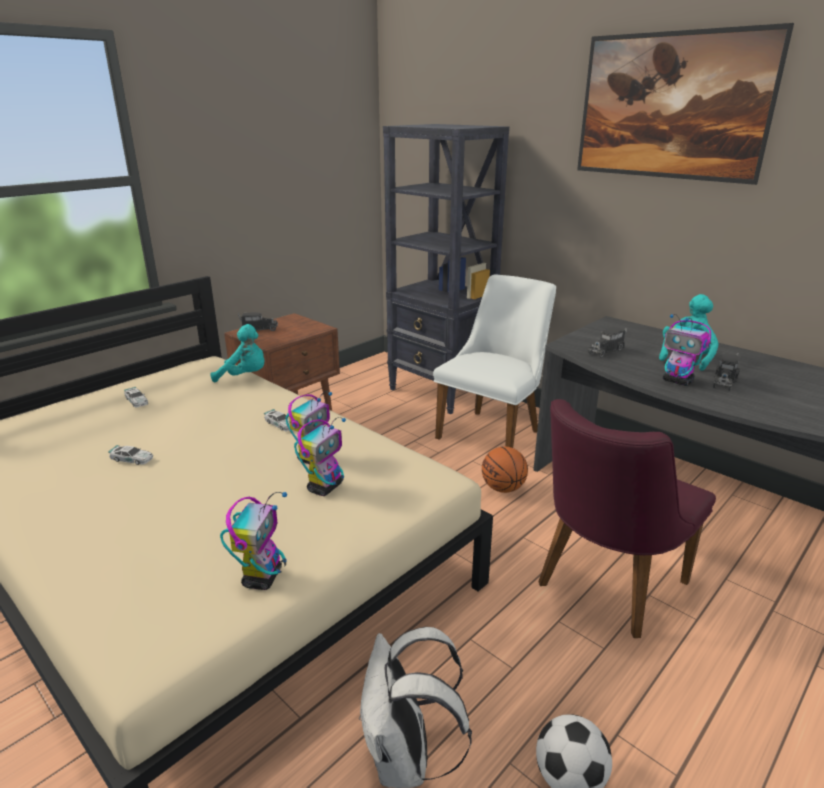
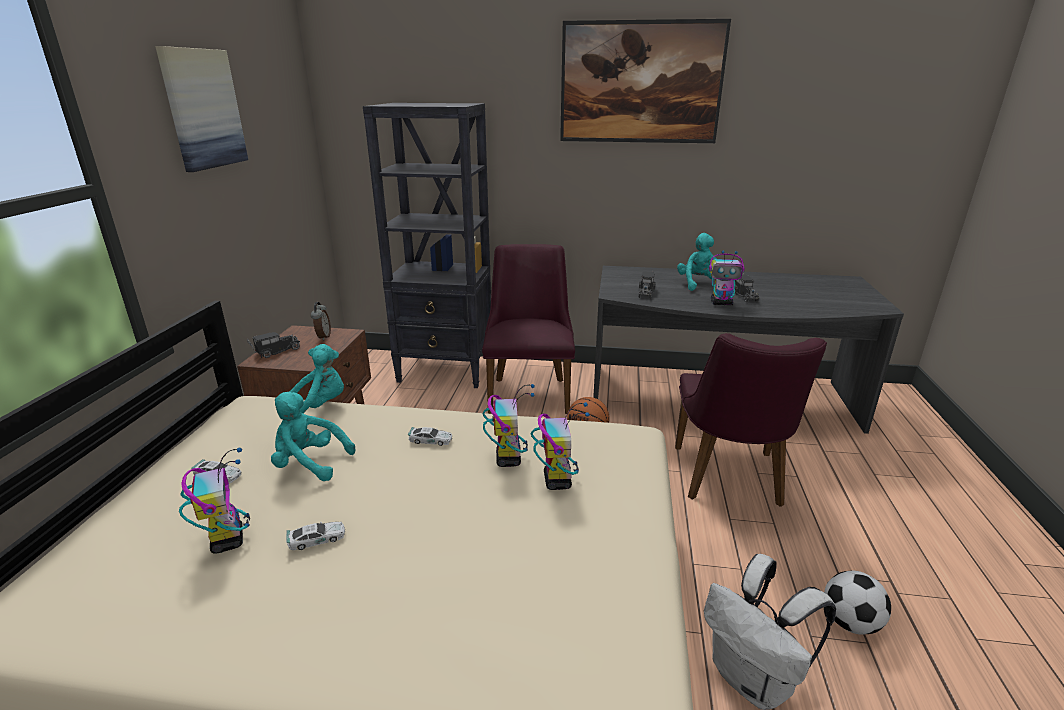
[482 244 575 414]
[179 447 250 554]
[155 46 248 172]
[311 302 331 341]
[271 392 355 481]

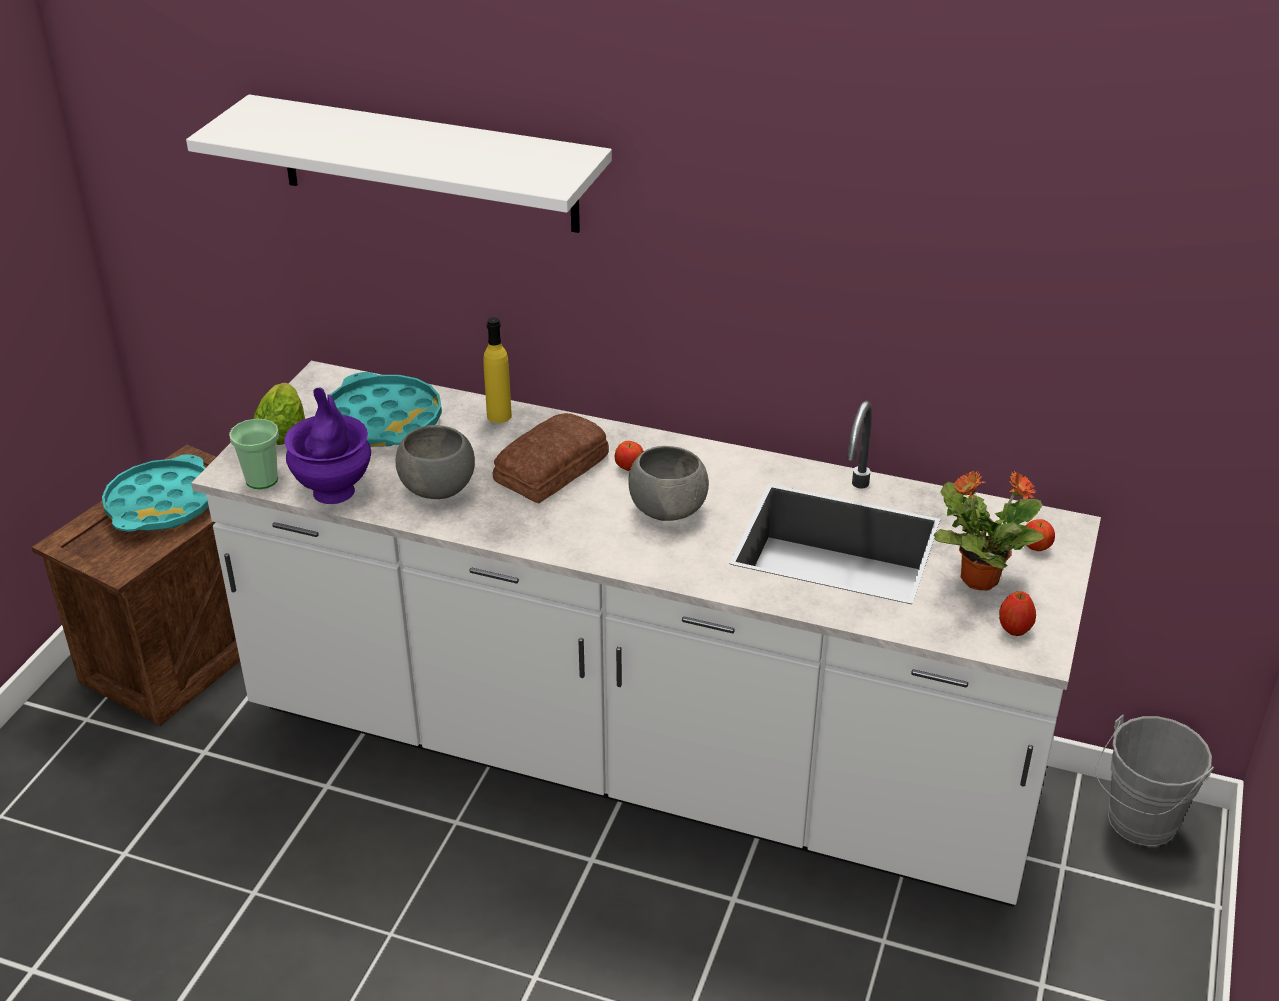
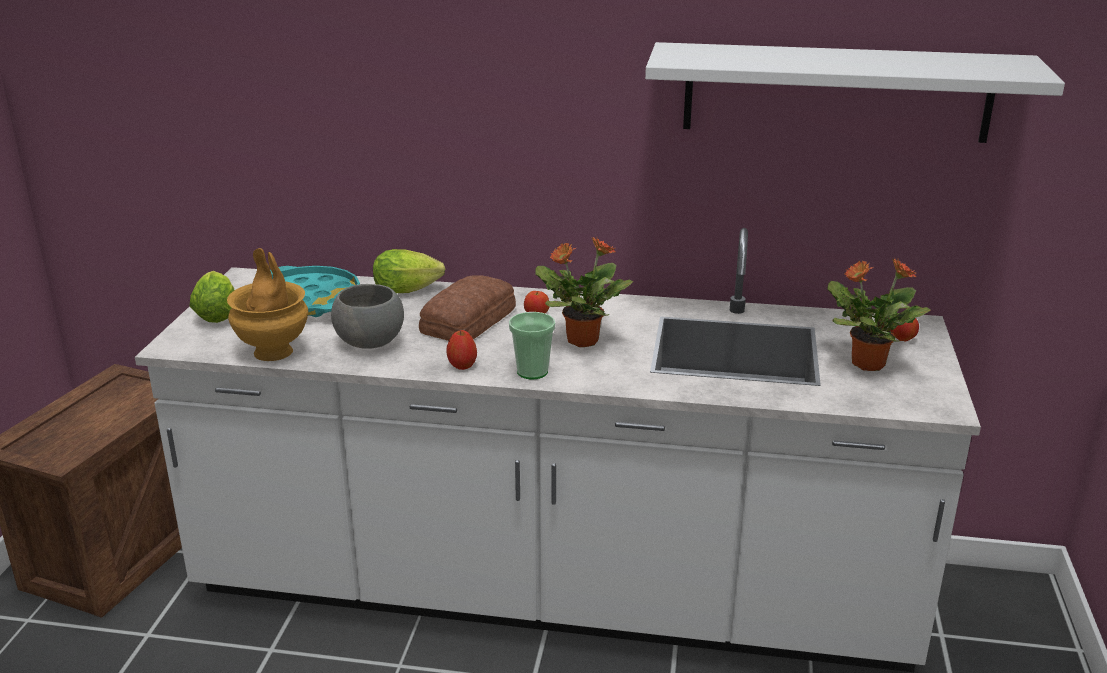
[645 42 1065 143]
[373 249 445 293]
[227 248 308 361]
[509 312 555 379]
[535 236 633 347]
[102 454 208 532] (first image)
[447 330 477 370]
[1095 715 1214 846] (first image)

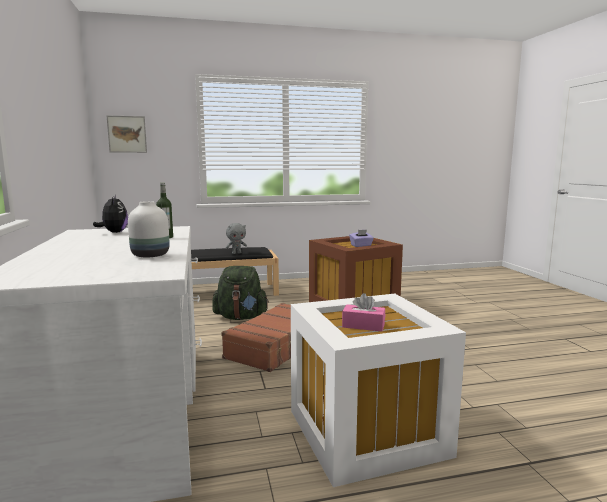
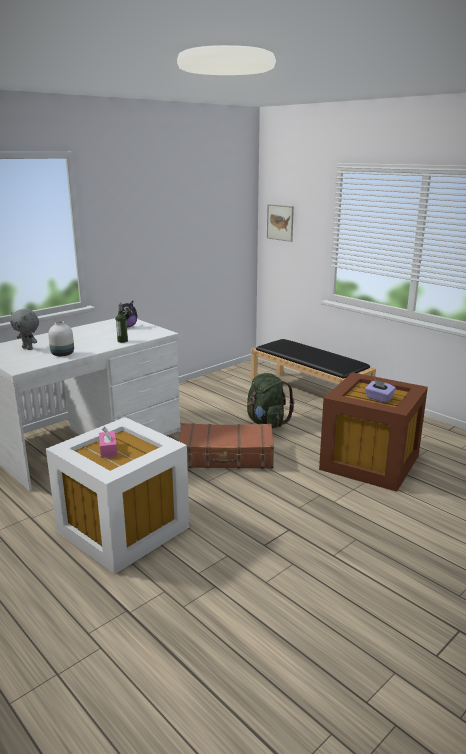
[10 309 39 350]

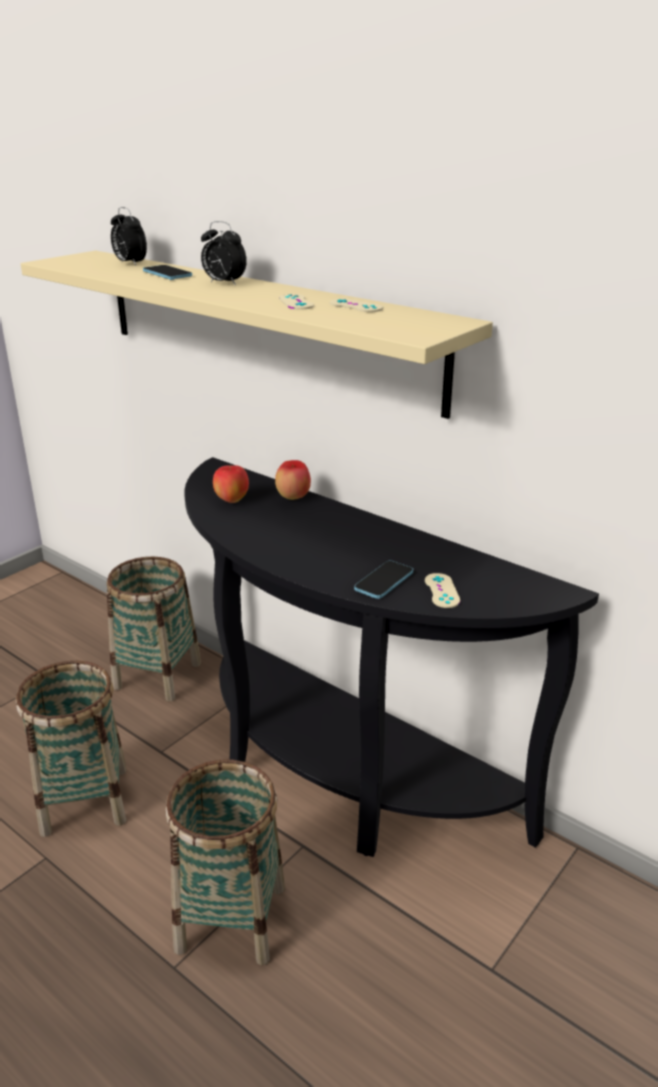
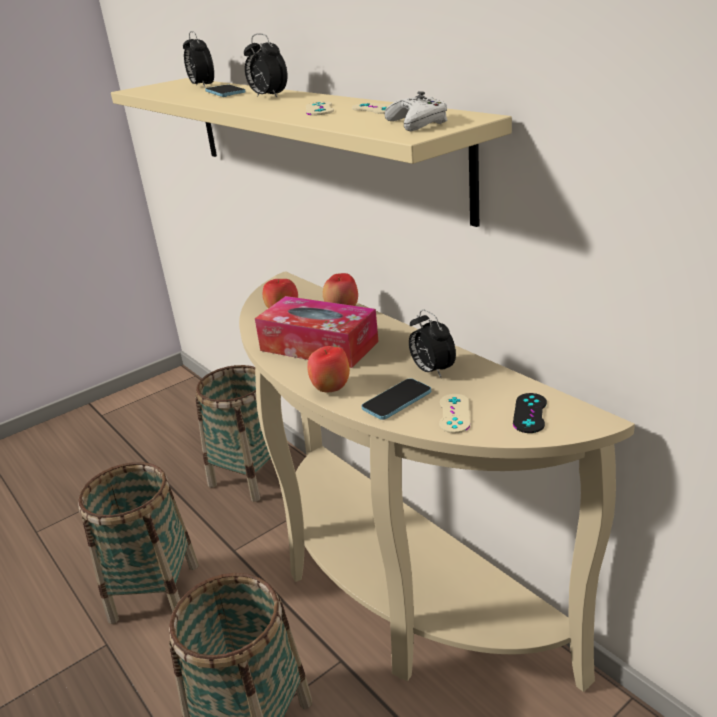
[239 271 635 692]
[385 91 448 131]
[255 296 379 368]
[409 309 456 378]
[307 346 350 393]
[513 393 547 433]

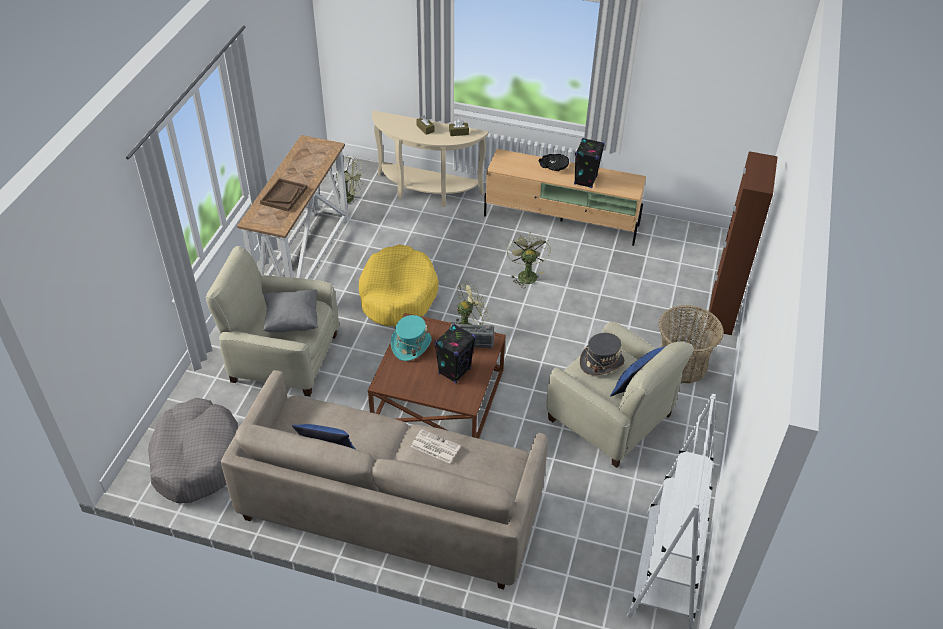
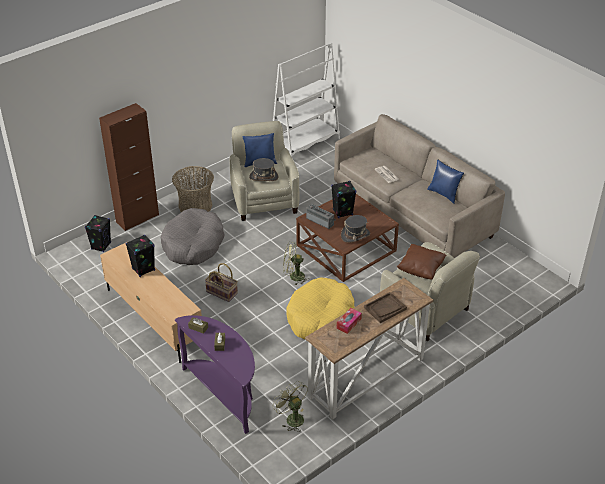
[175 315 255 434]
[538 154 569 171] (first image)
[205 263 238 302]
[397 244 446 280]
[341 215 370 243]
[161 208 225 265]
[85 215 111 252]
[337 308 362 334]

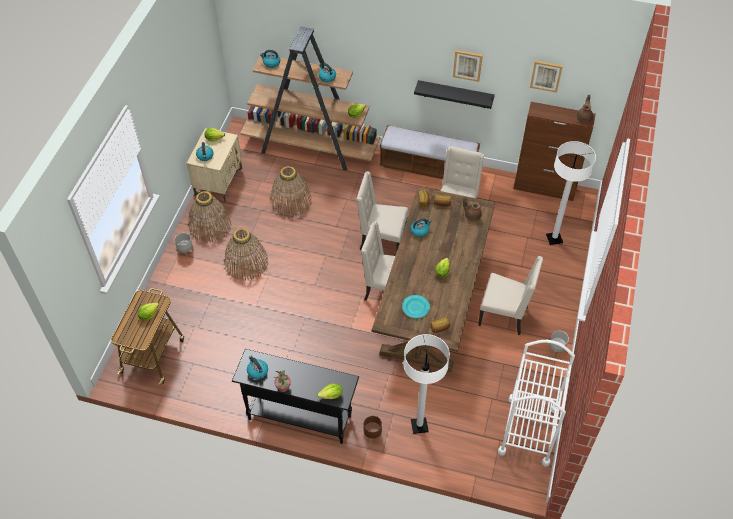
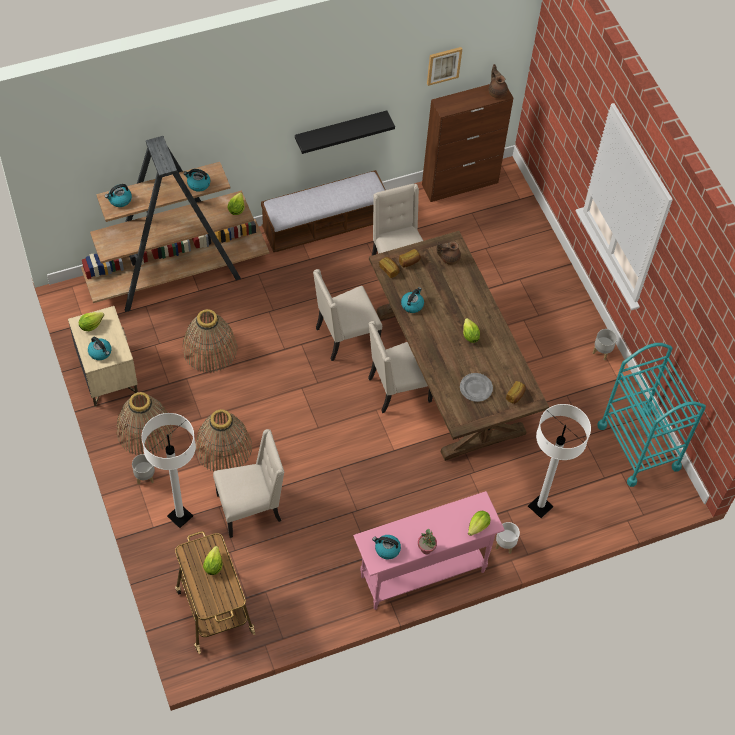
[453 50 483 82] (first image)
[142 413 196 528]
[213 429 284 538]
[460 373 493 402]
[597 343 706 487]
[353 491 505 610]
[496 522 520 554]

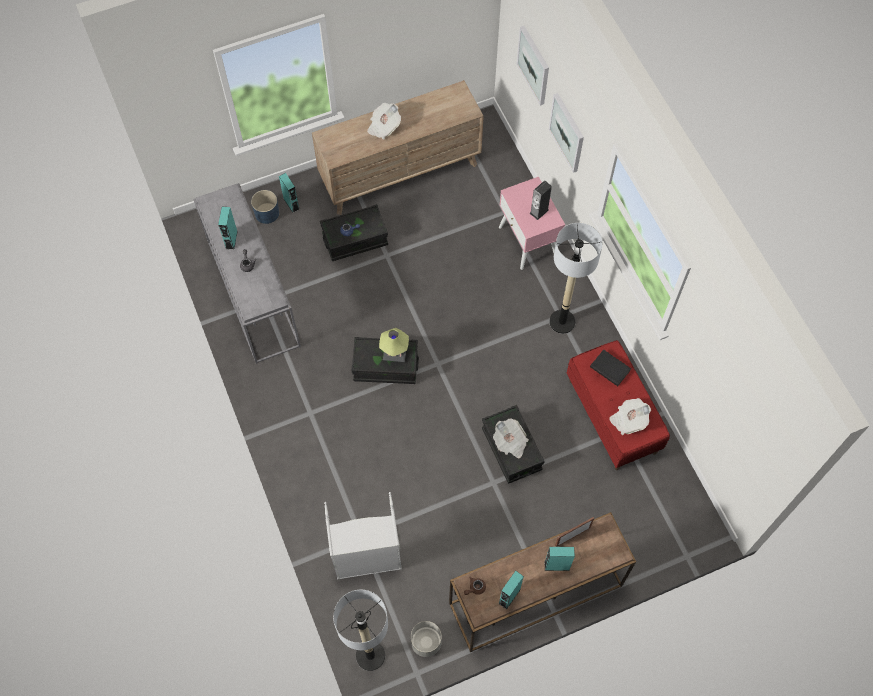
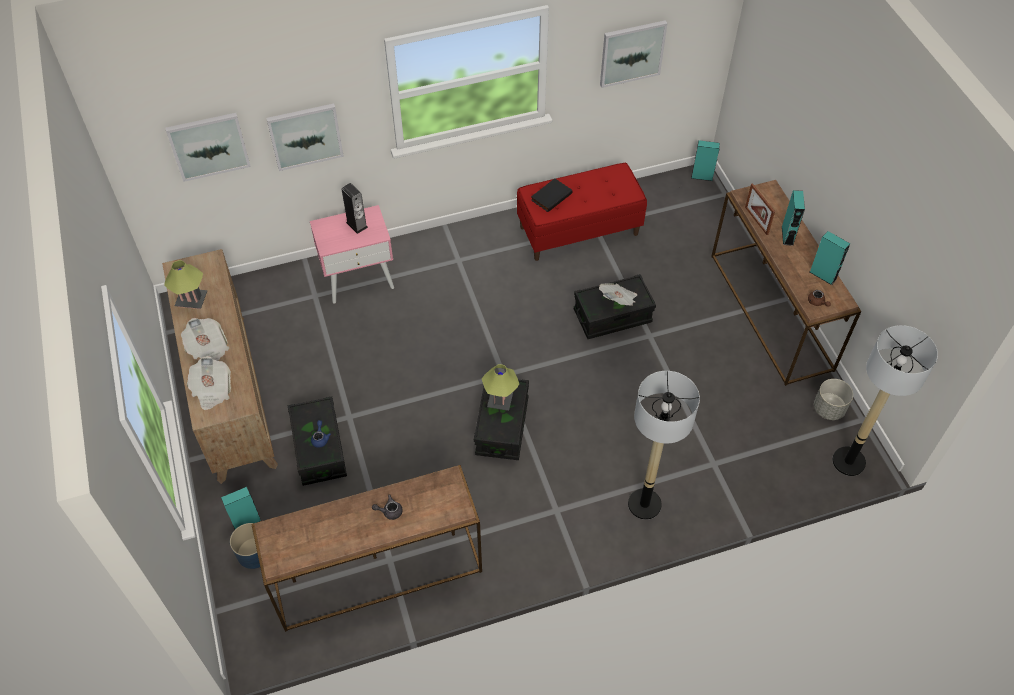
[251 465 482 632]
[691 140 720 181]
[628 371 700 520]
[187 356 231 410]
[324 492 402 579] (first image)
[600 20 668 88]
[164 260 207 309]

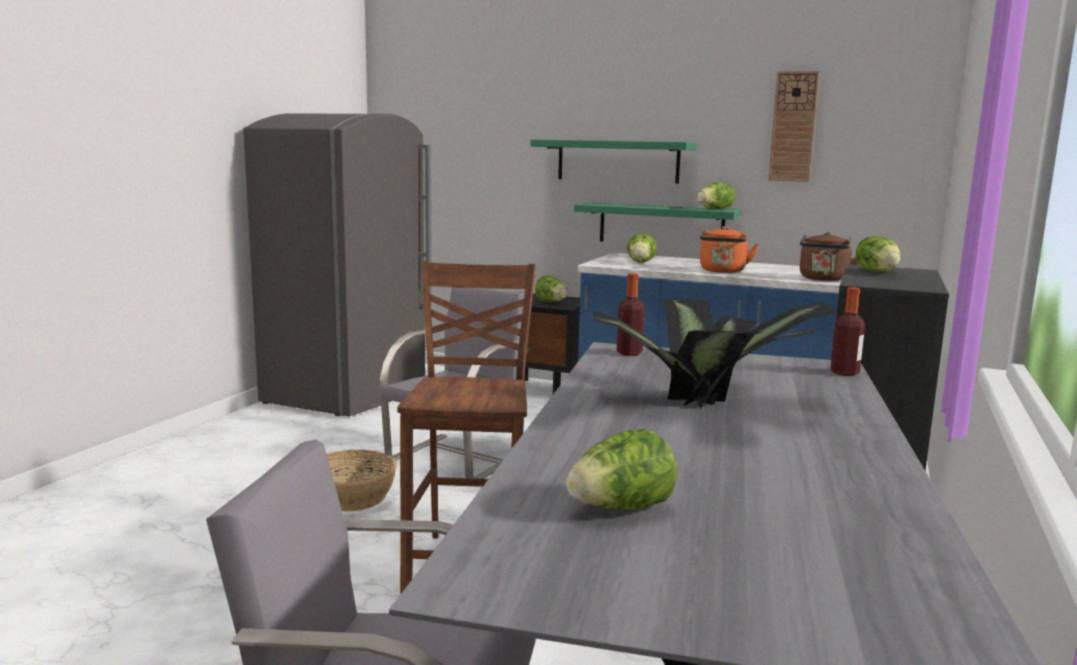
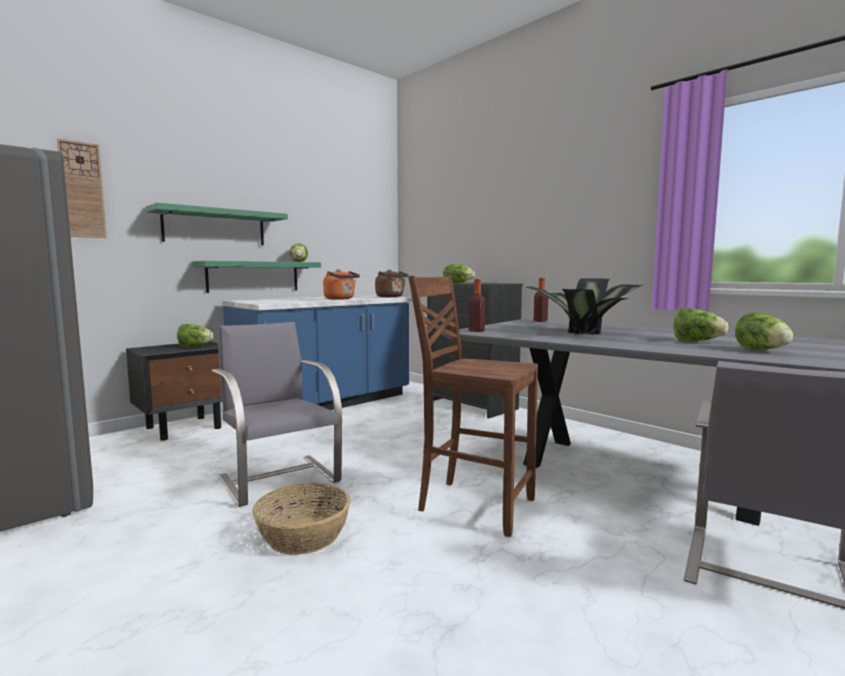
[57 138 107 238]
[674 308 728 342]

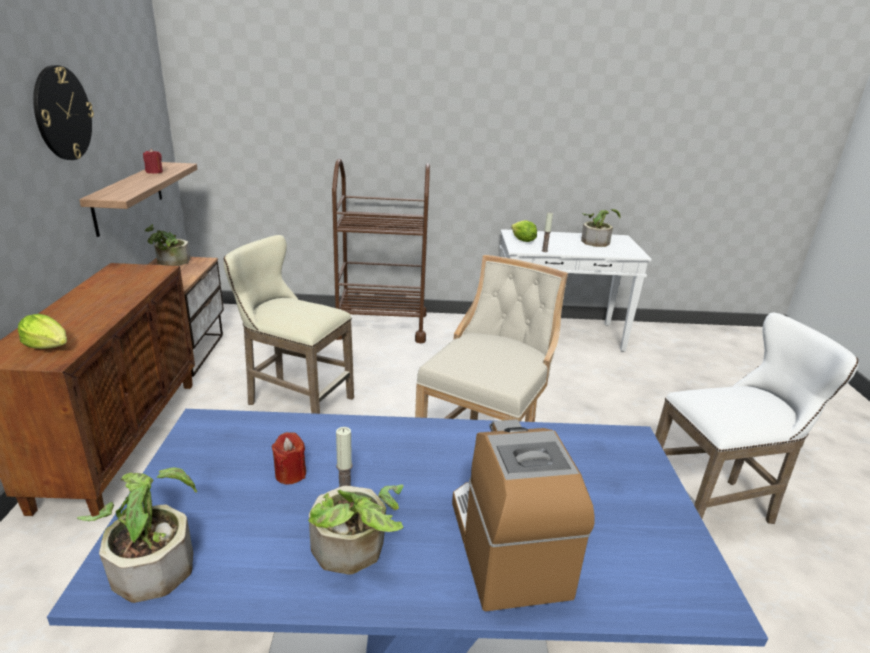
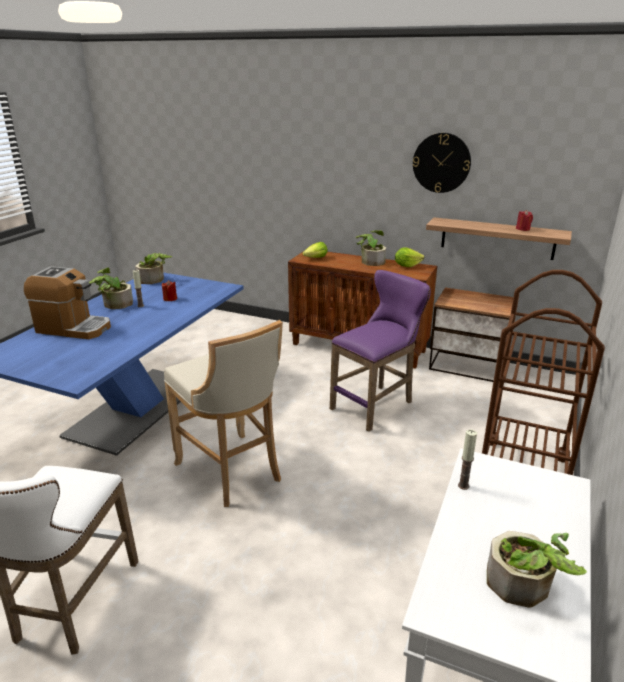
[395 247 424 267]
[356 230 386 266]
[330 270 431 432]

